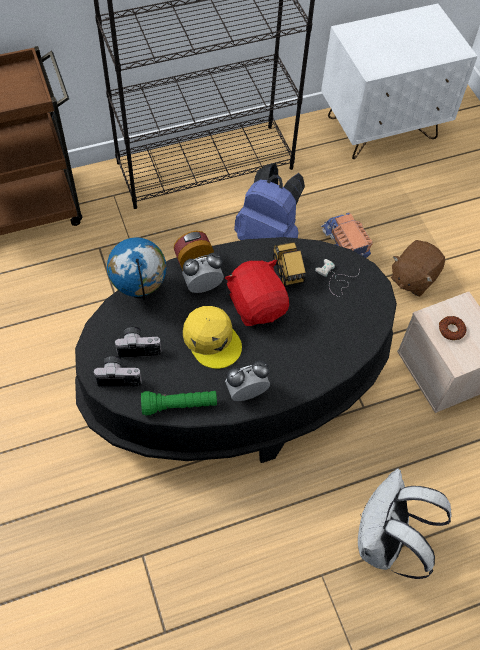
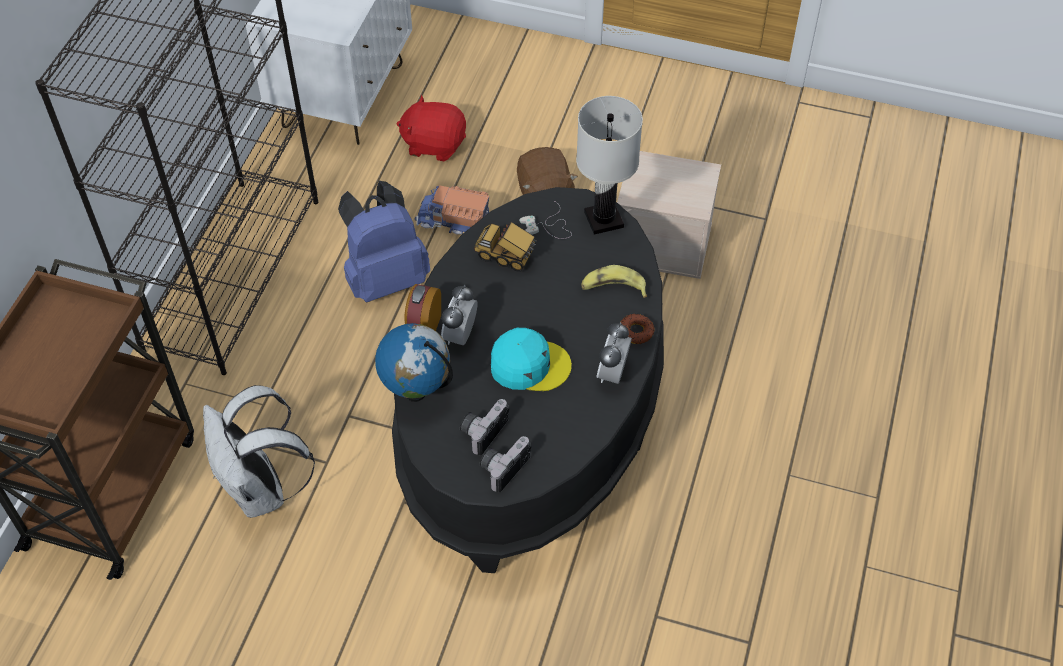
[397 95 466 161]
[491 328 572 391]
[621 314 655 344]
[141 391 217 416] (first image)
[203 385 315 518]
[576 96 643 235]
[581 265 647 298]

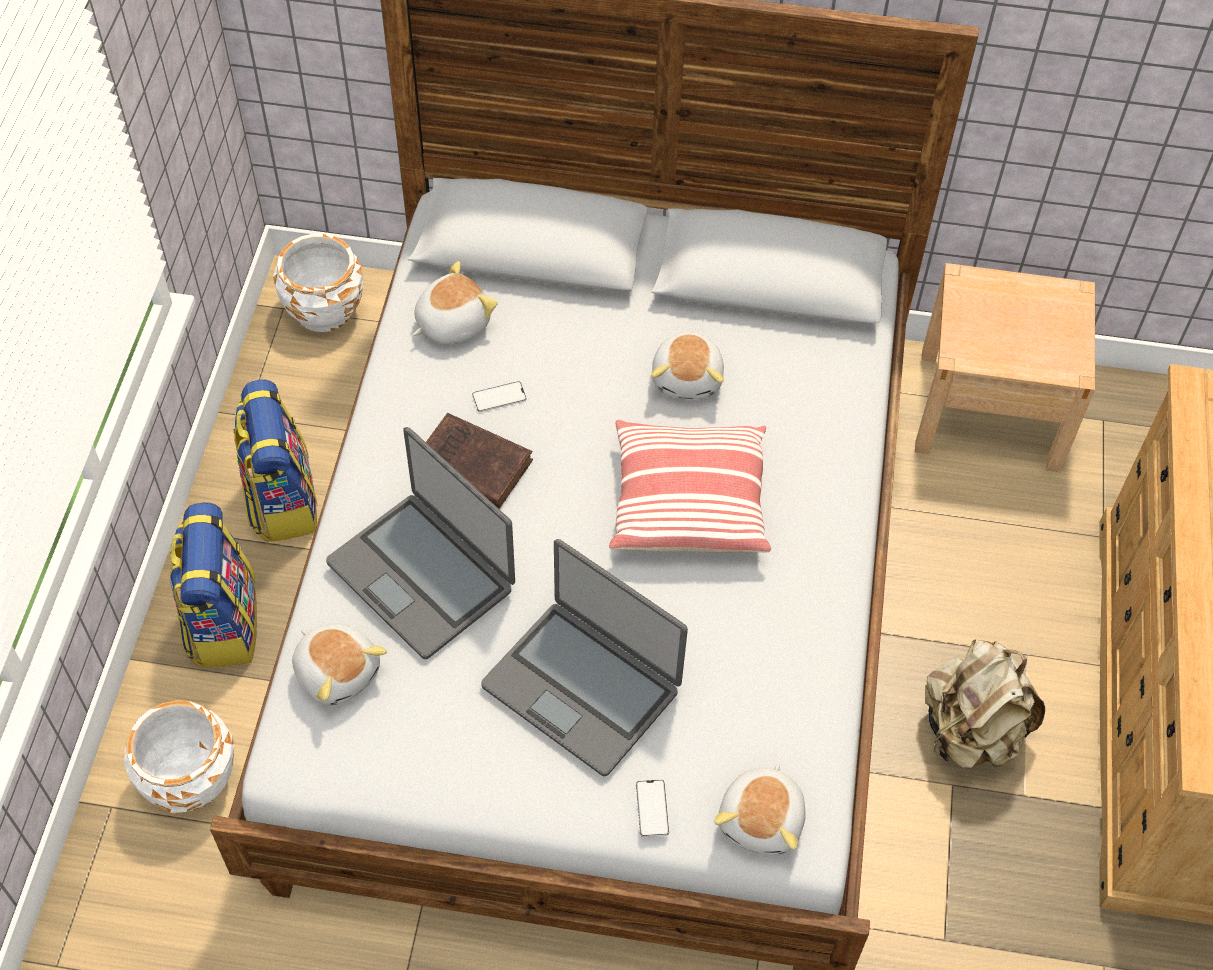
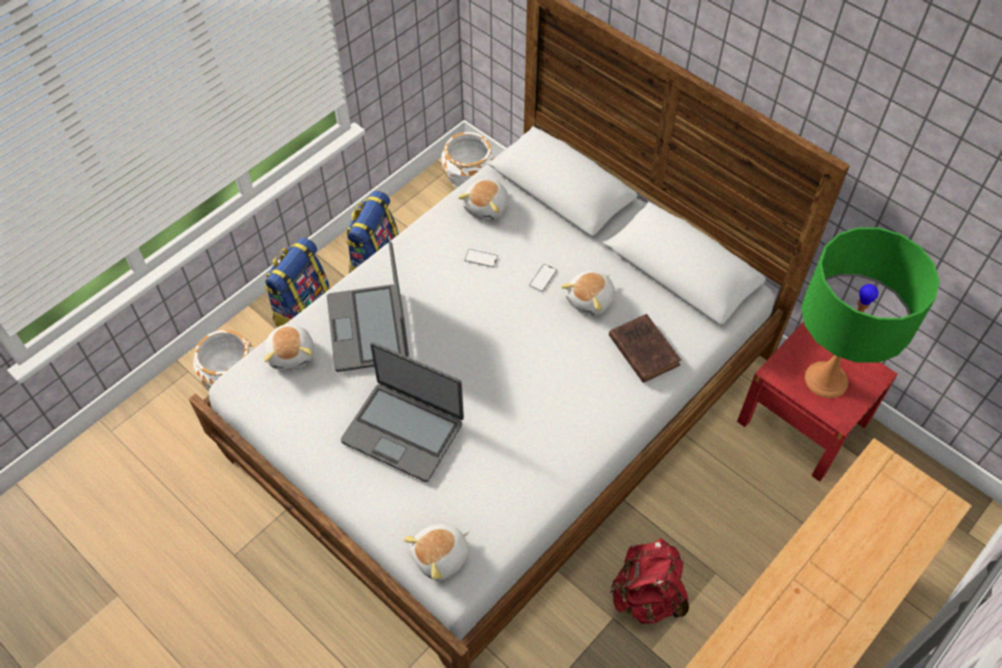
[458 179 508 220]
[737 321 898 482]
[609 314 681 383]
[609 420 771 553] (first image)
[341 342 464 482]
[610 538 689 624]
[529 264 557 292]
[801 227 940 398]

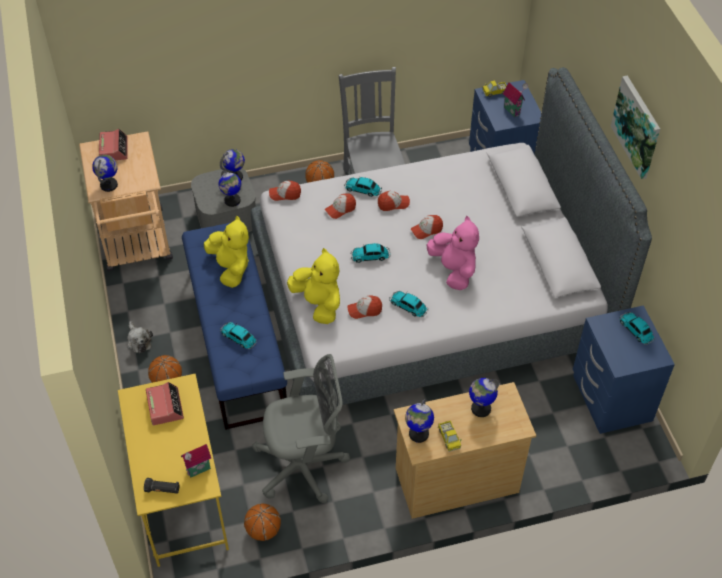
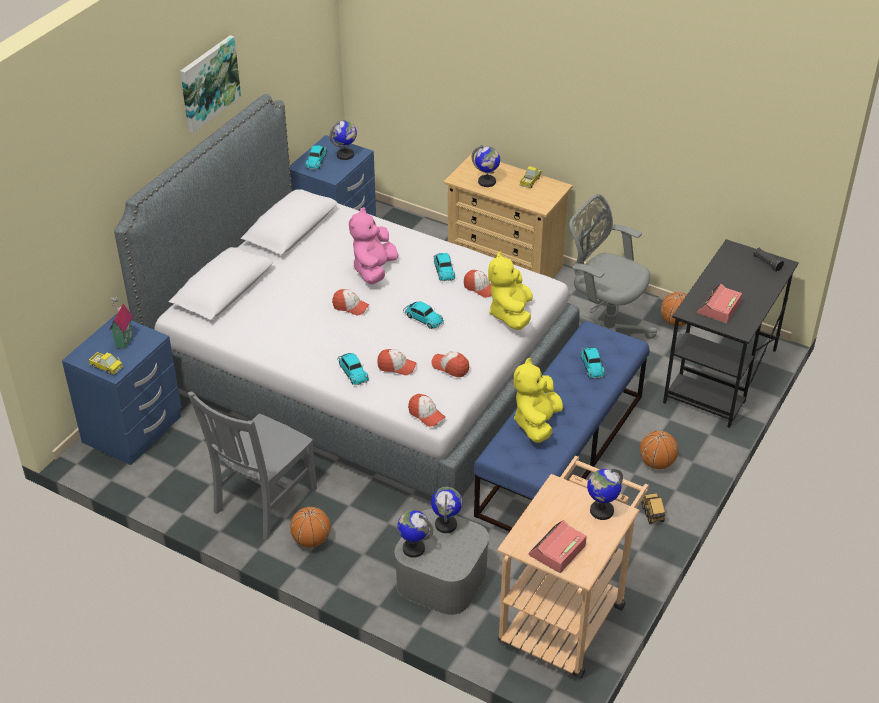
[431 351 469 377]
[641 493 666 524]
[663 239 799 428]
[330 120 357 160]
[181 444 211 477] (first image)

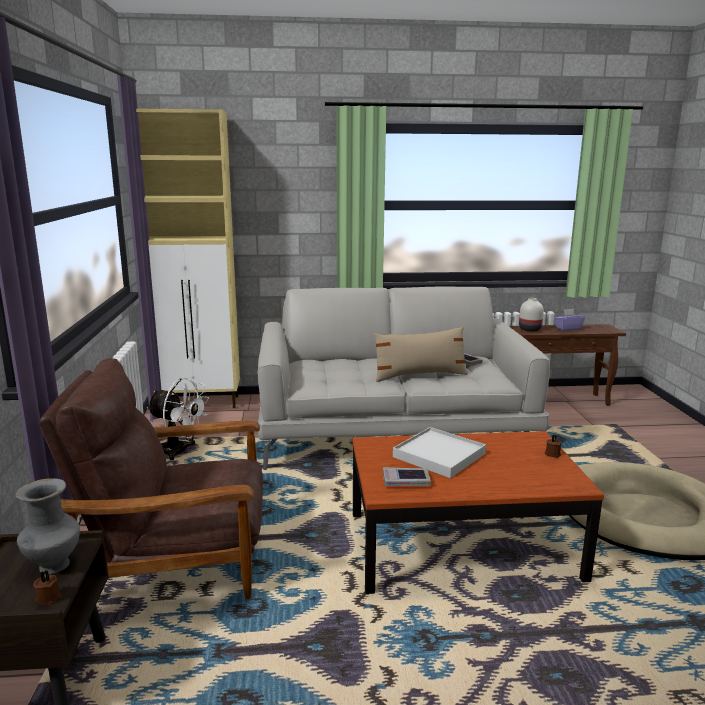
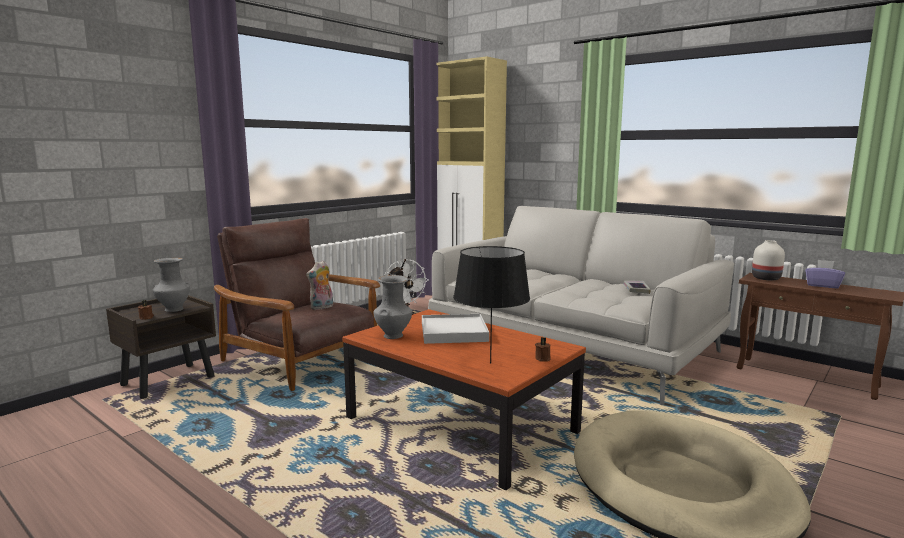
[374 327 468 382] (first image)
[374 275 412 339]
[453 246 530 363]
[306 260 333 310]

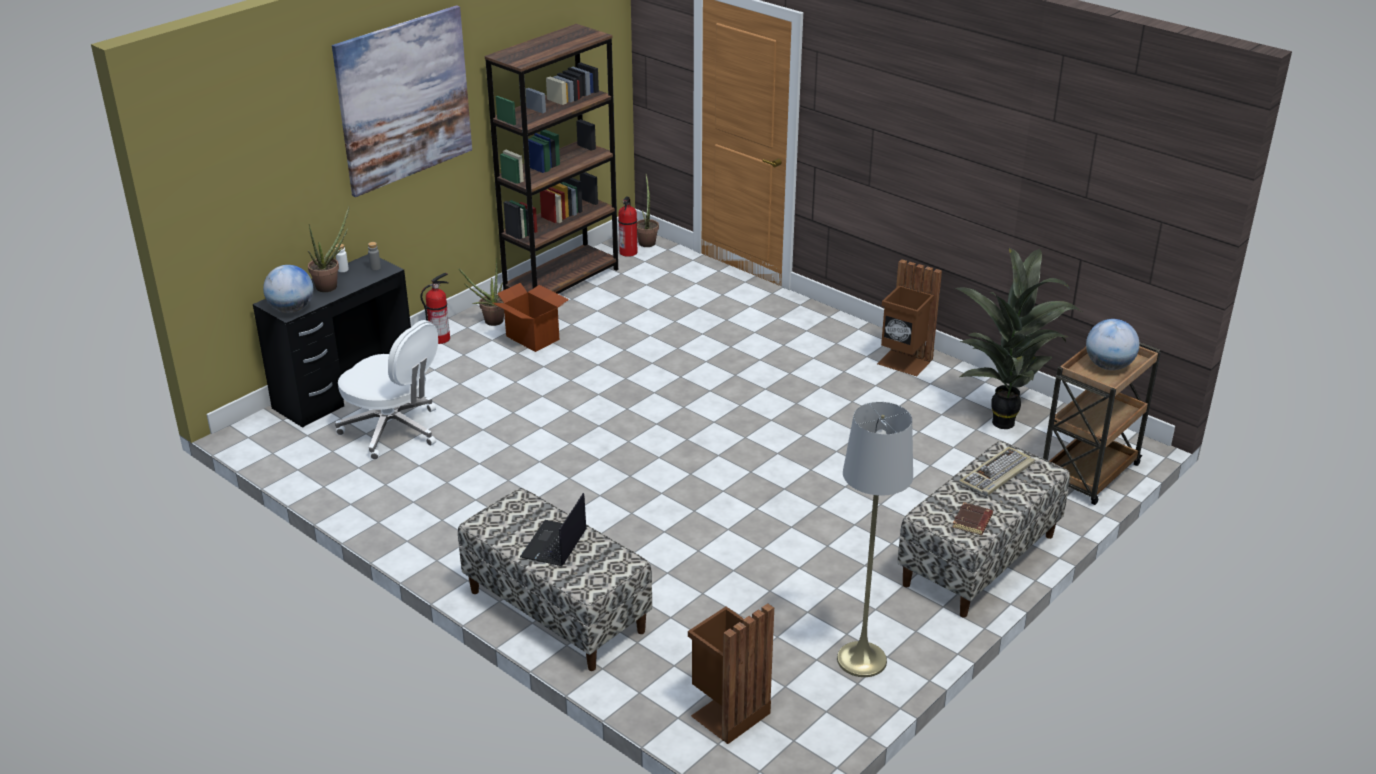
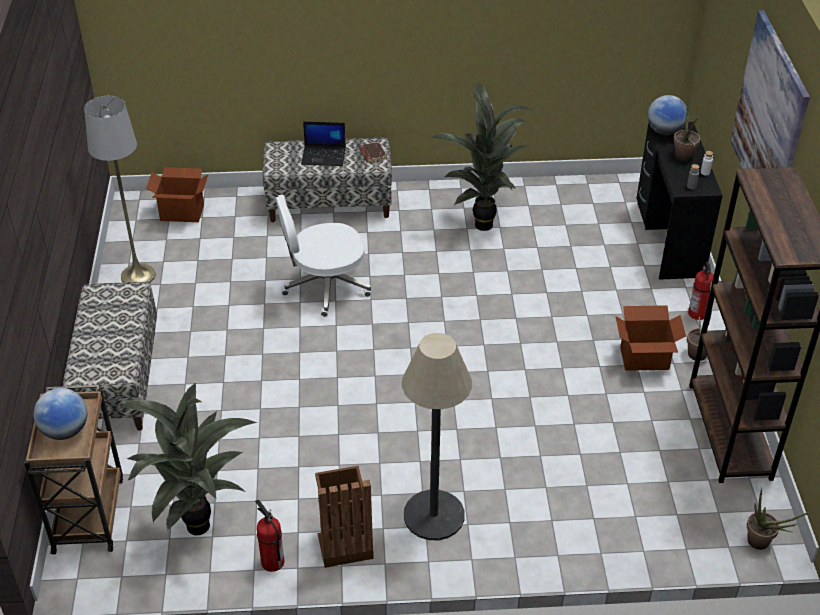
[255 500 284 572]
[276 194 371 317]
[959 447 1035 496] (first image)
[301 121 346 166]
[359 142 387 163]
[146 167 208 222]
[431 83 533 231]
[402 333 472 540]

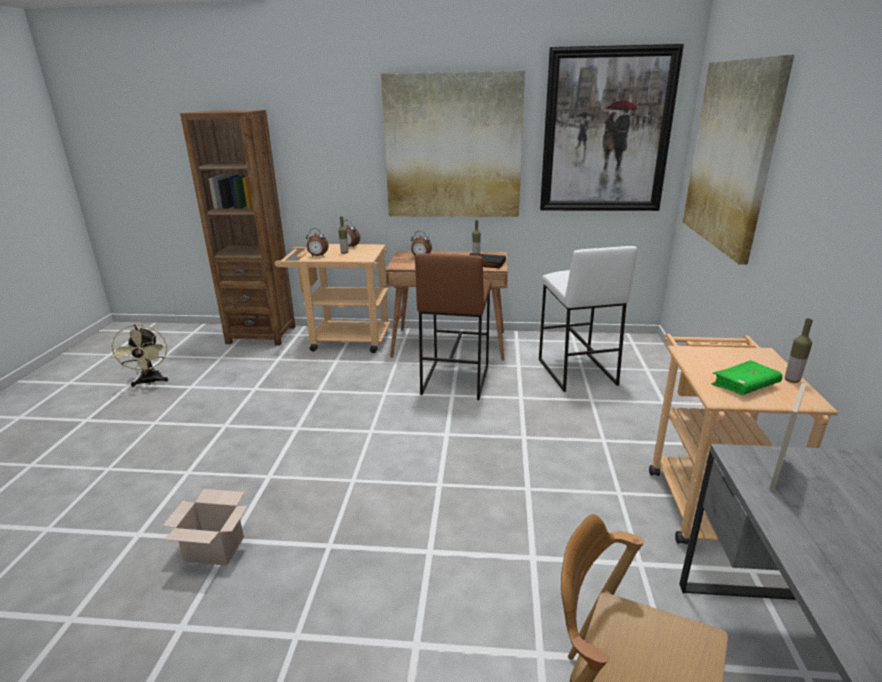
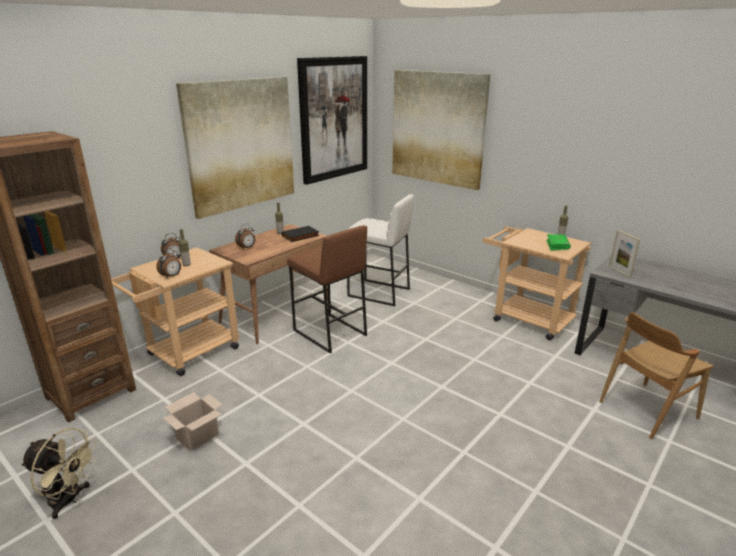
[163 392 223 451]

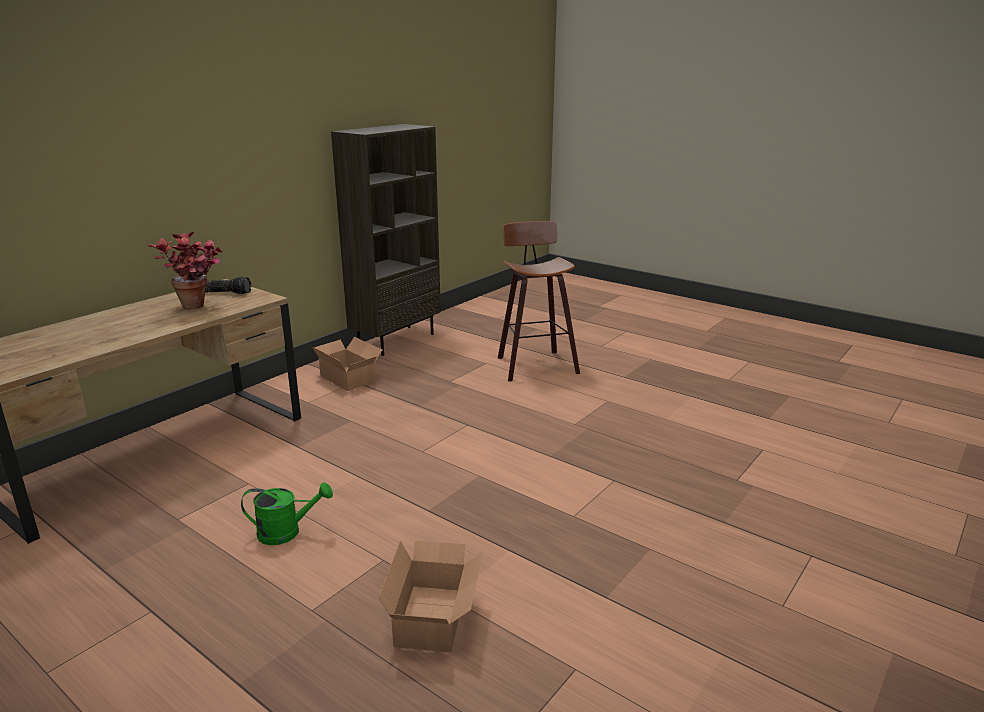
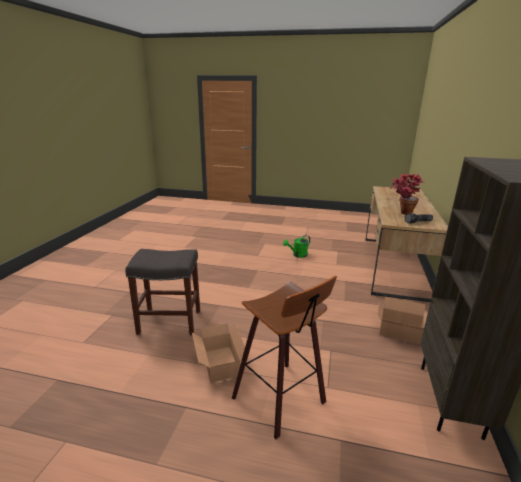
[192 323 245 383]
[125 249 200 335]

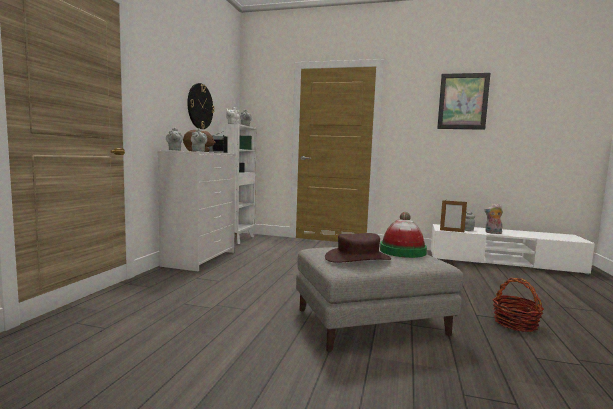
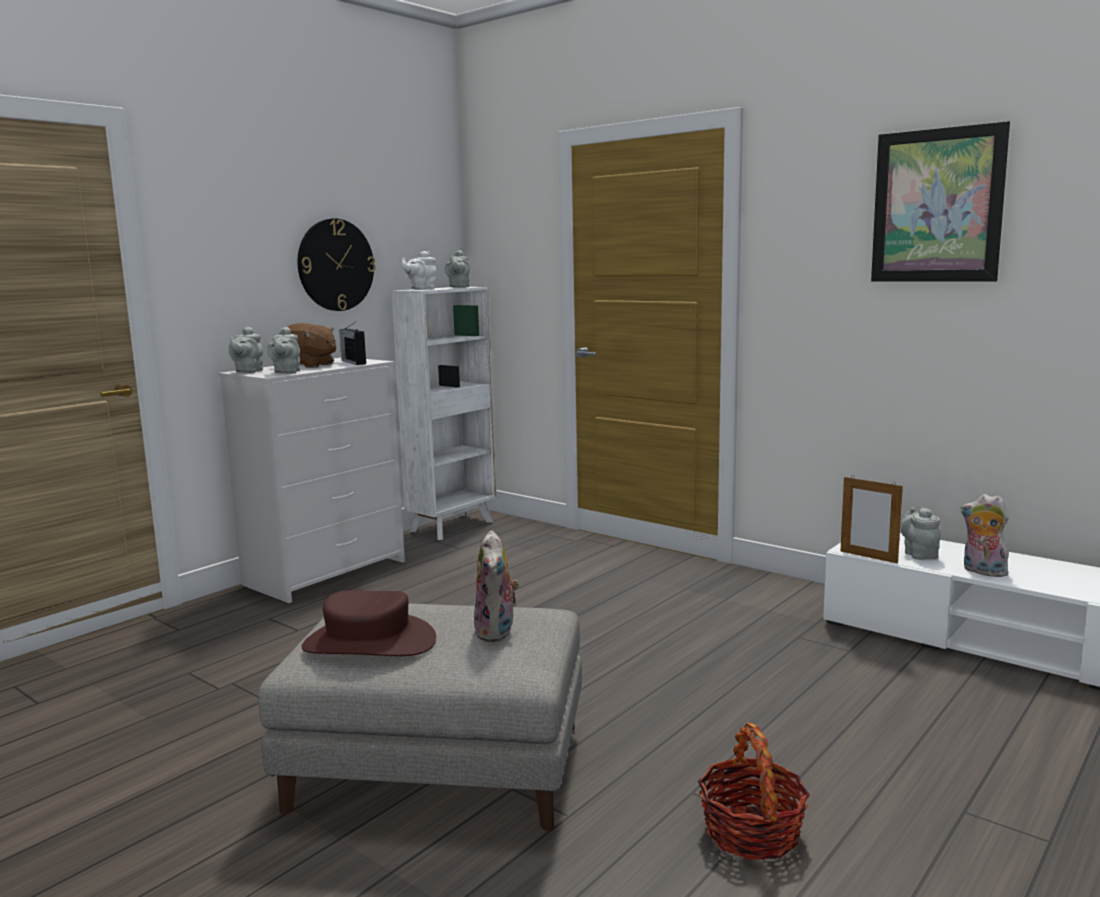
[474 530 520 642]

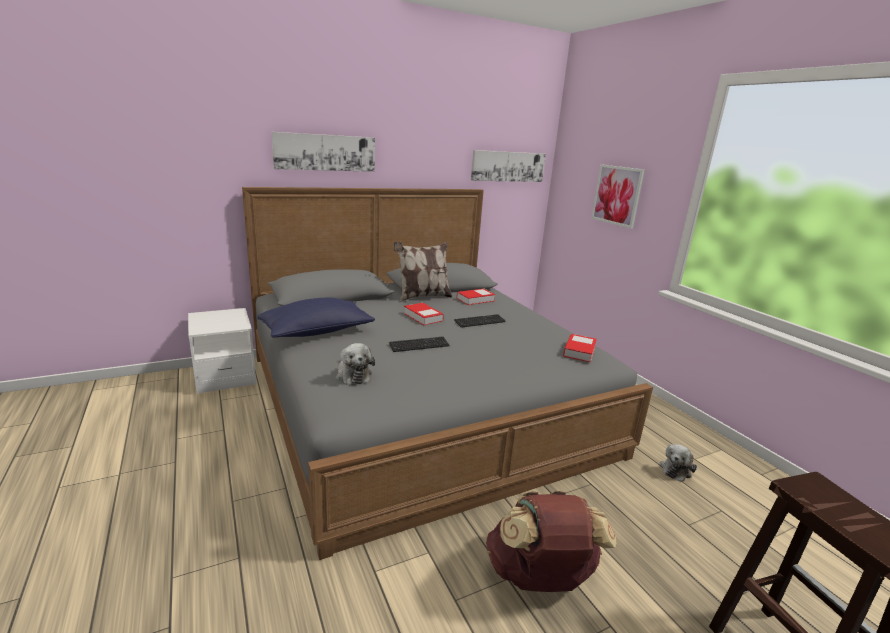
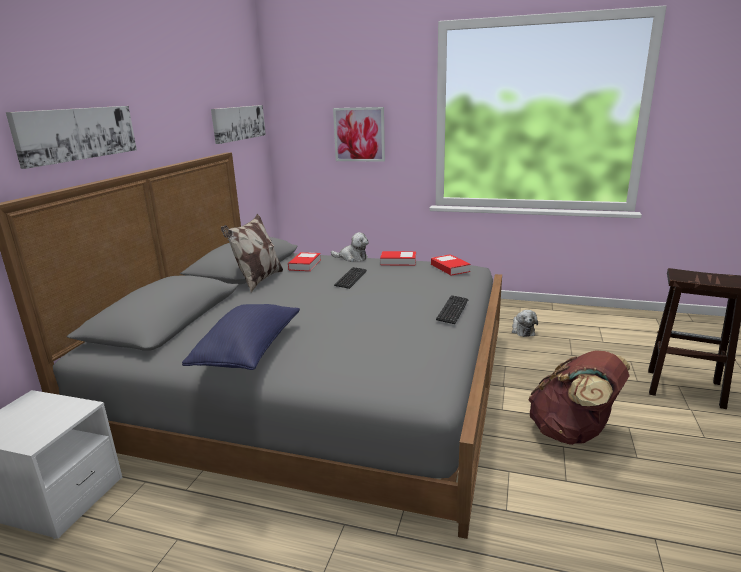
[380 251 416 266]
[436 295 469 324]
[331 232 368 262]

